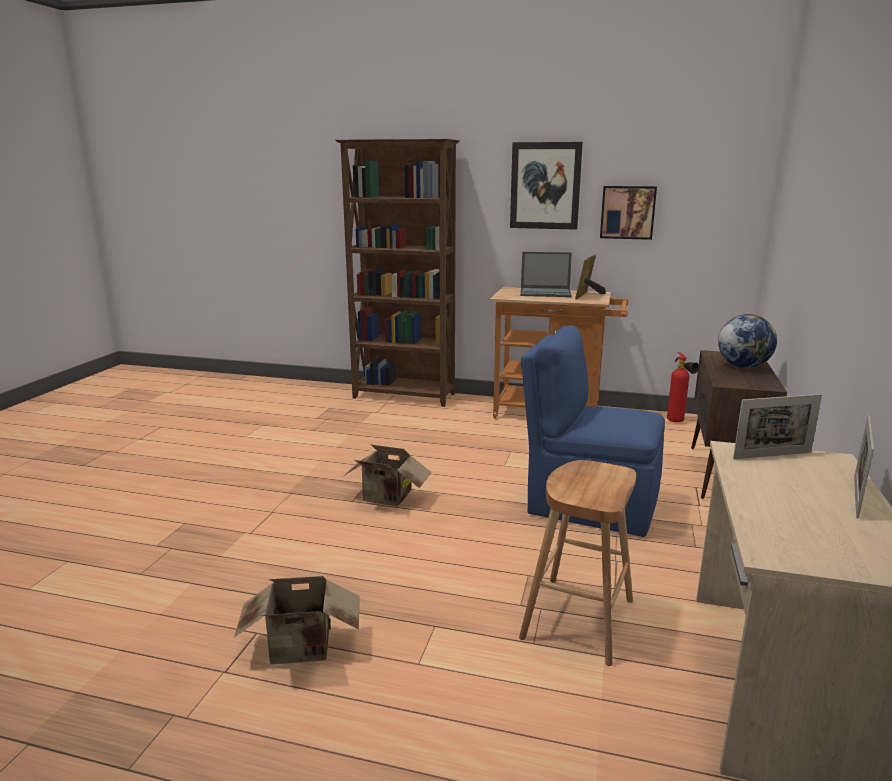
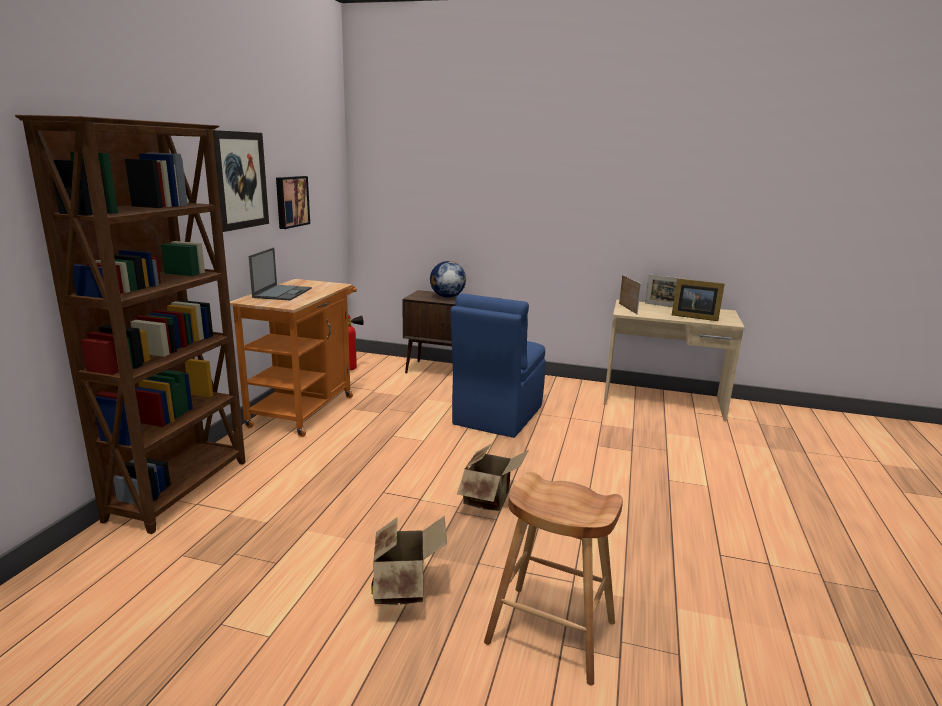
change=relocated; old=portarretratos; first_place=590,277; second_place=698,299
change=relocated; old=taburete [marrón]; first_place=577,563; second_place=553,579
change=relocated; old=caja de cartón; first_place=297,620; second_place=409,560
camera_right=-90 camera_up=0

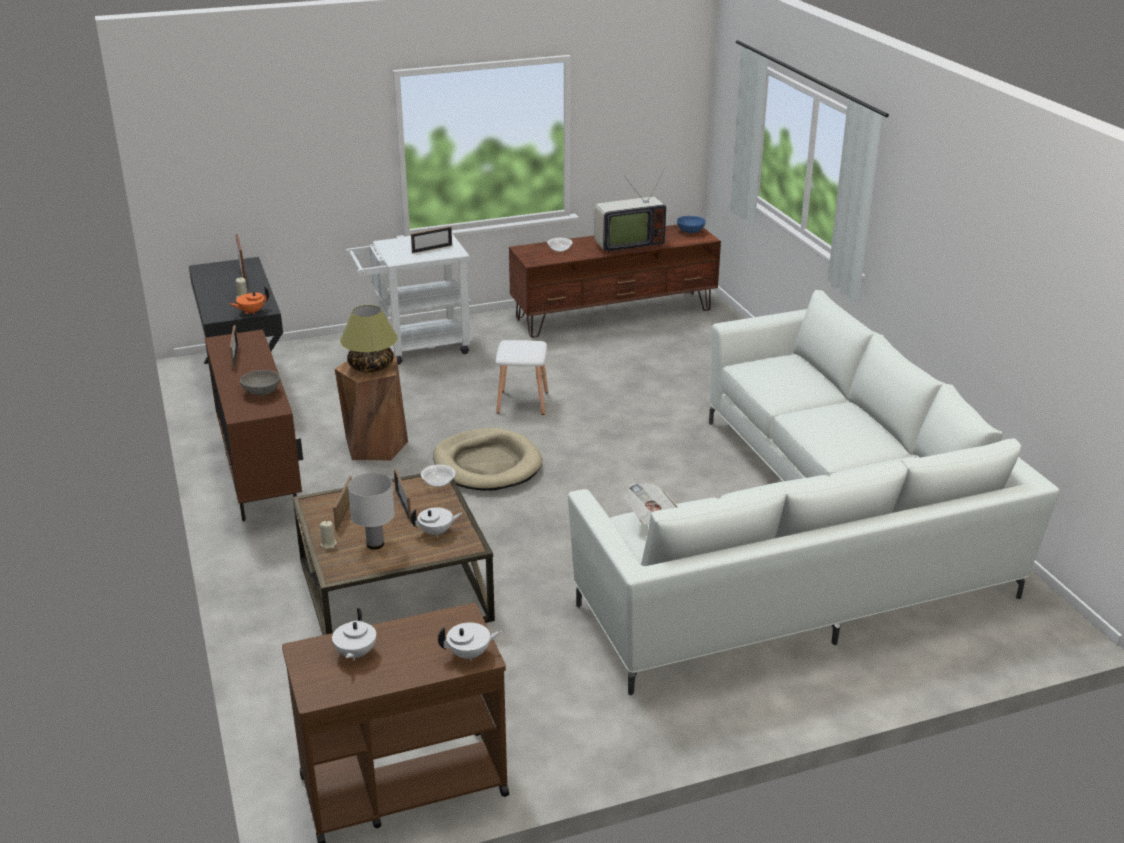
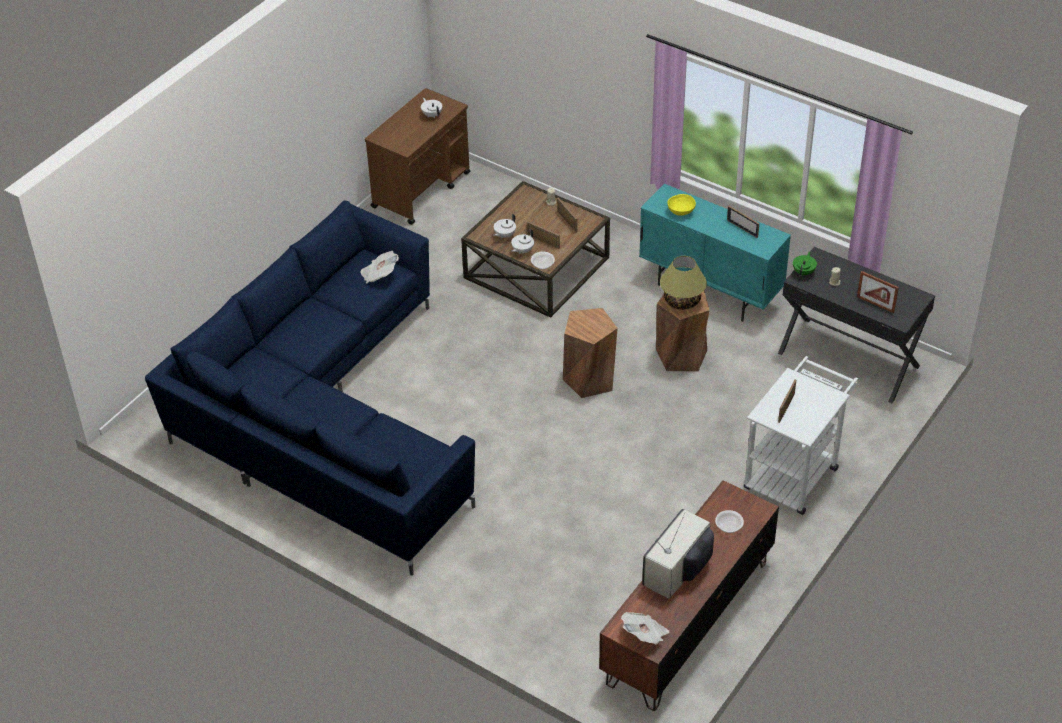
change=exchanged; old=cuenco [azul]; new=periódico; first_place=691,224; second_place=645,628
change=colour; old=tetera [naranja]; new=tetera [verde]; first_place=249,300; second_place=805,263
change=colour; old=sofá [blanco]; new=sofá [azul]; first_place=813,492; second_place=310,388
change=colour; old=armario [marrón]; new=armario [turquesa]; first_place=254,425; second_place=715,253
change=missing; old=taburete [blanco]; first_place=522,377
change=colour; old=cuenco [gris]; new=cuenco [amarillo]; first_place=260,383; second_place=681,205
change=exchanged; old=cama para perro [beis]; new=taburete [marrón]; first_place=487,459; second_place=590,353
change=missing; old=lámpara de mesa [blanco]; first_place=371,511
change=relocated; old=tetera [blanco]; first_place=470,642; second_place=522,241
camera_right=145 camera_up=15

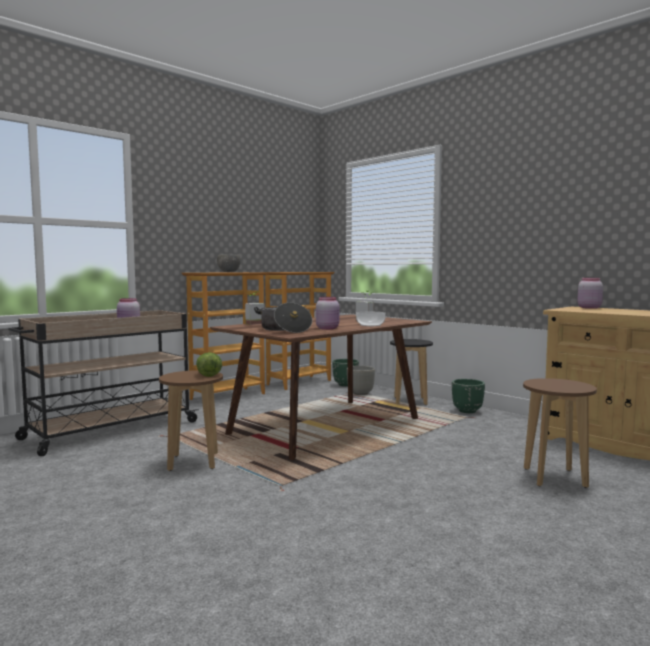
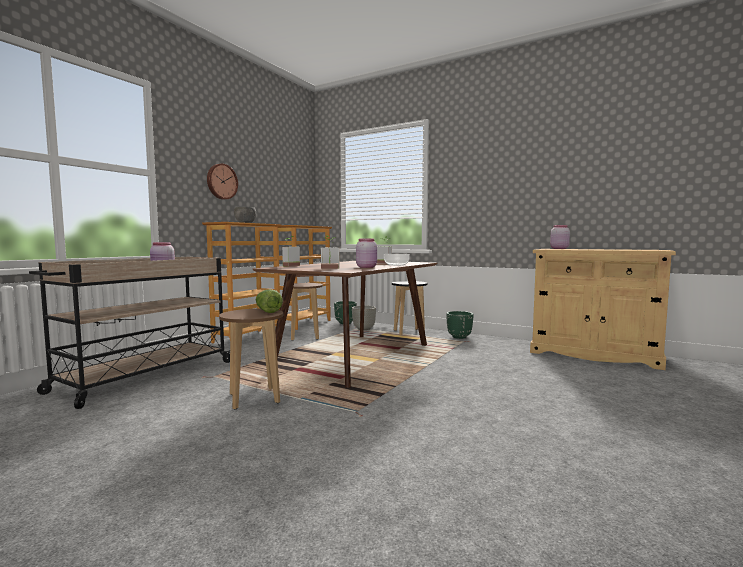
change=exchanged; old=olla; new=planta en maceta; first_place=283,318; second_place=330,252
change=relocated; old=taburete [marrón]; first_place=560,433; second_place=307,312
change=appeared; new=reloj de pared; second_place=222,182
camera_right=-15 camera_up=0

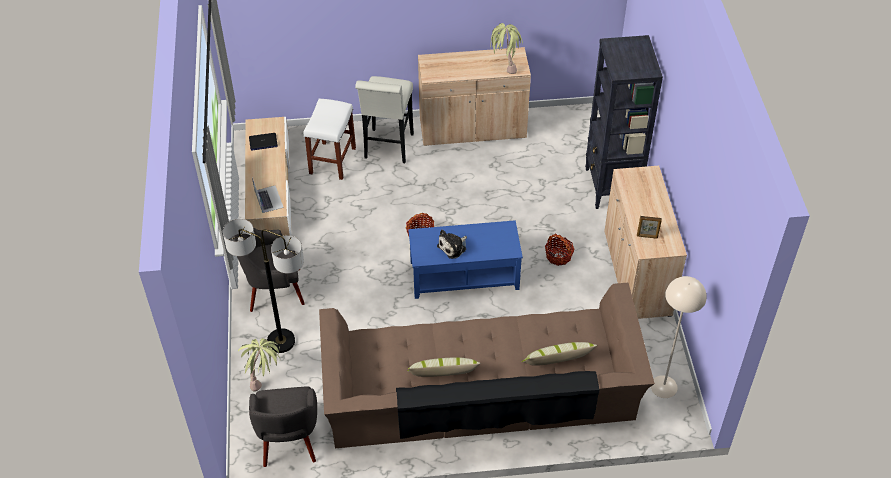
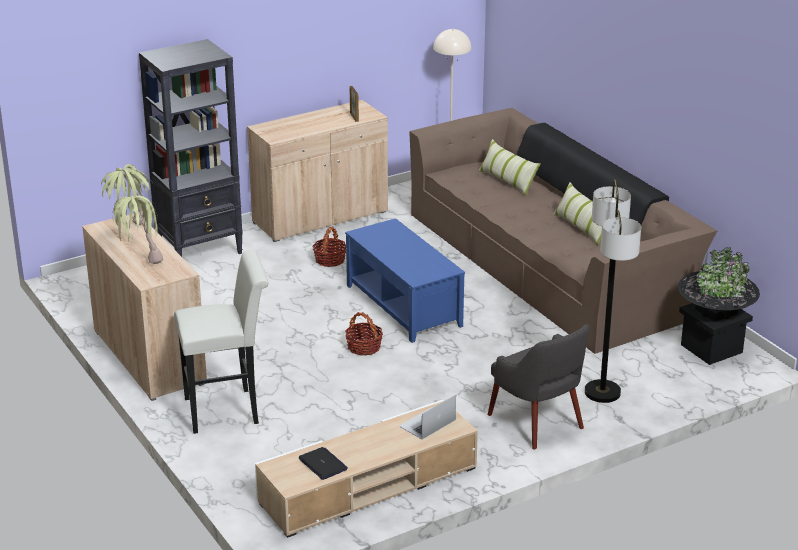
change=missing; old=taburete [blanco]; first_place=330,139
change=missing; old=peluche; first_place=452,244
change=relocated; old=planta en maceta; first_place=259,364; second_place=137,230
change=exchanged; old=sillón [gris]; new=maceta [negro]; first_place=283,426; second_place=719,306
camera_right=-115 camera_up=-20

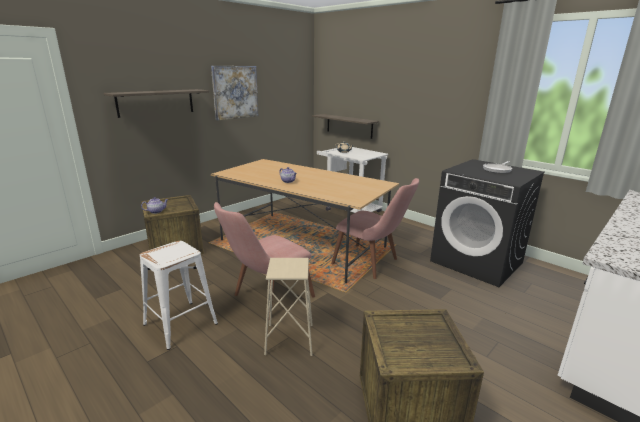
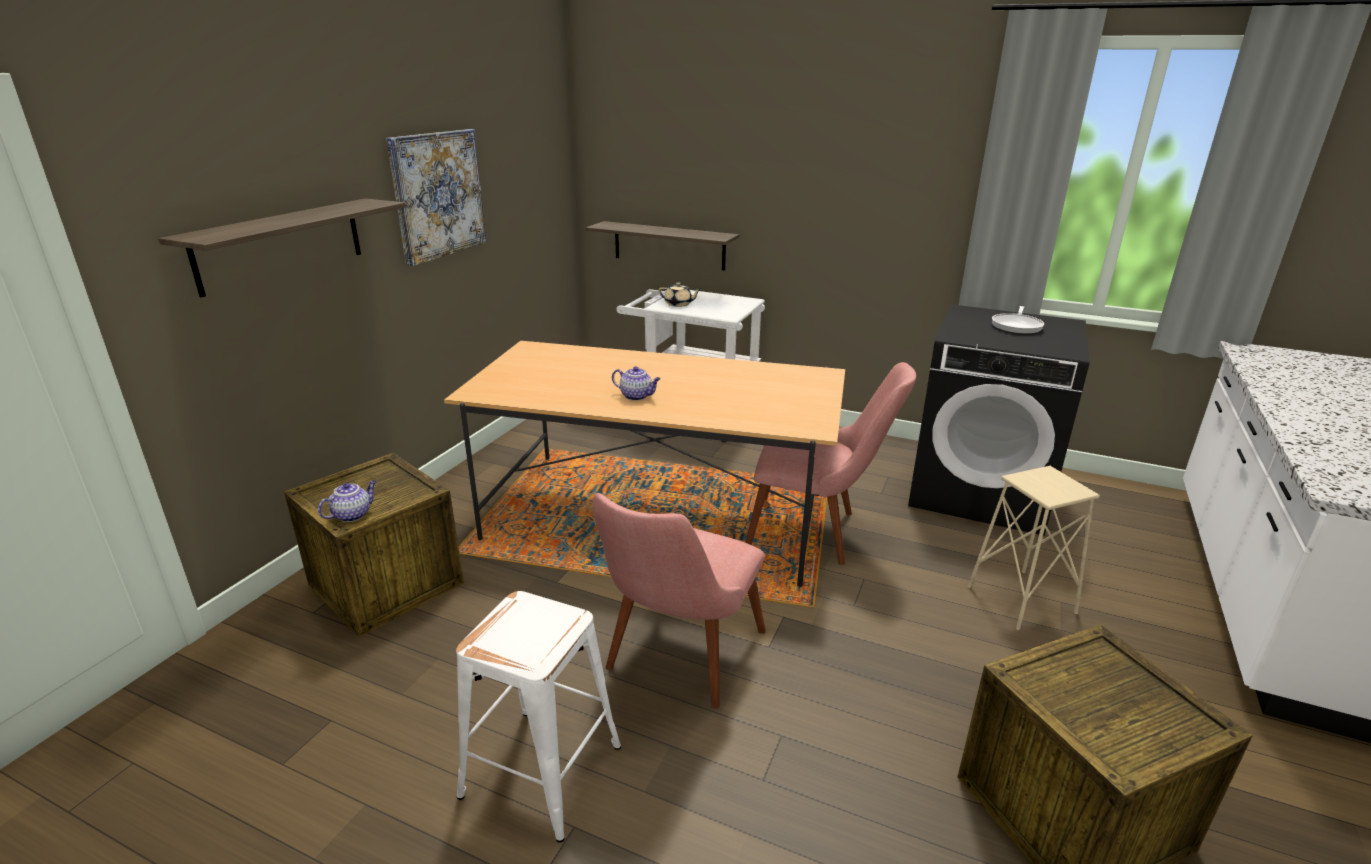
change=relocated; old=taburete [beis]; first_place=288,307; second_place=1034,548
camera_right=-20 camera_up=5

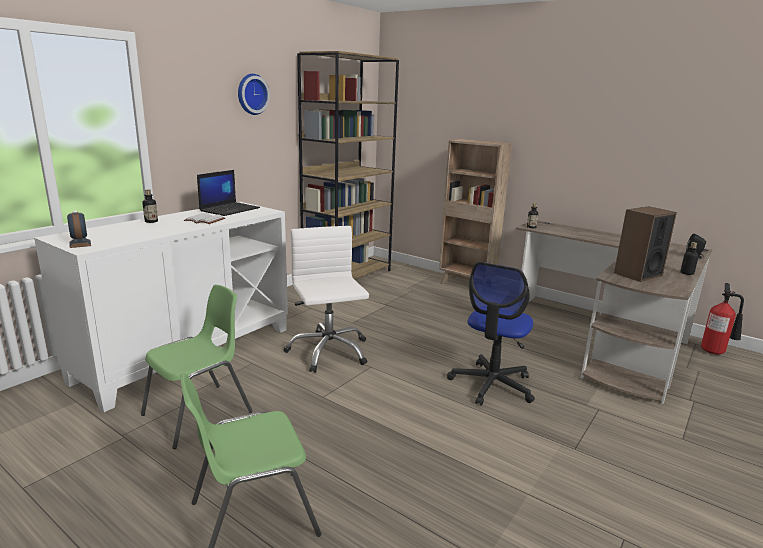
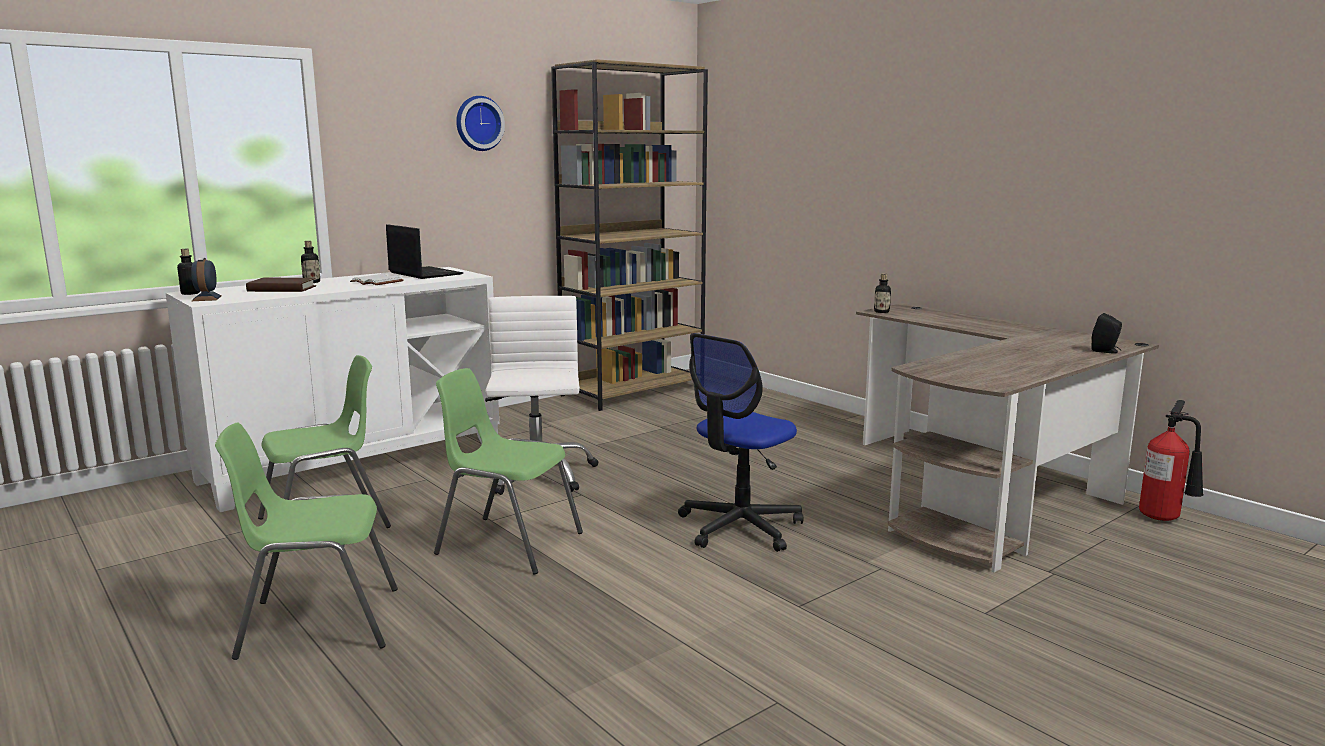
change=missing; old=estantería [marrón]; first_place=475,211
change=spun; old=portátil; first_place=228,193; second_place=424,251; degrees=-90
change=missing; old=altavoz; first_place=645,244
change=relocated; old=botella; first_place=689,258; second_place=188,272
change=appeared; new=libro [marrón]; second_place=281,285
change=appeared; new=silla [verde]; second_place=508,471
camera_right=15 camera_up=-5

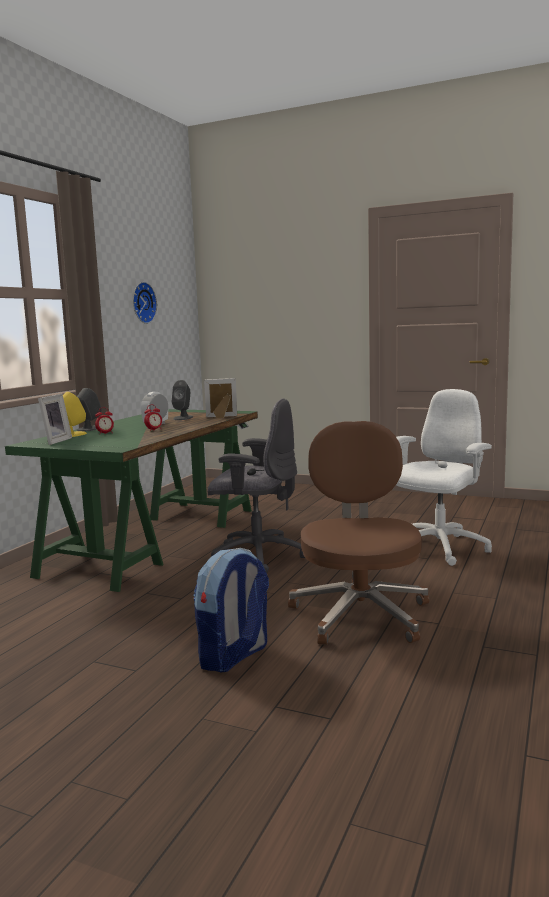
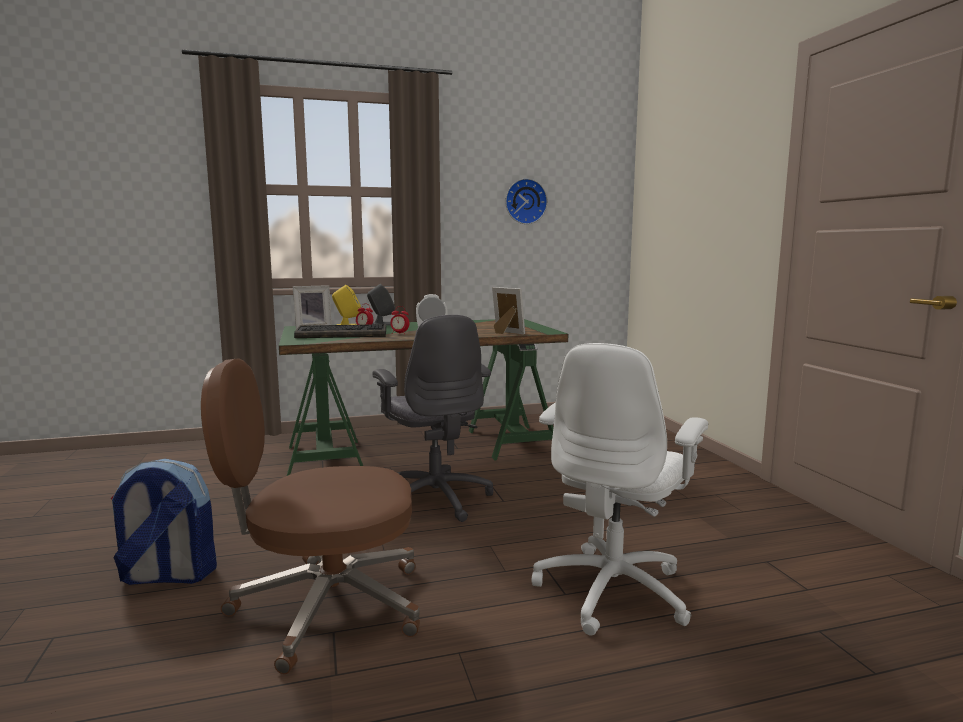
change=missing; old=altavoz [gris]; first_place=182,400
change=spun; old=silla de oficina [blanco]; first_place=444,477; second_place=619,489; degrees=120
change=spun; old=silla de oficina [marrón]; first_place=358,533; second_place=310,516; degrees=-150
change=appeared; new=teclado; second_place=340,331
camera_right=50 camera_up=0

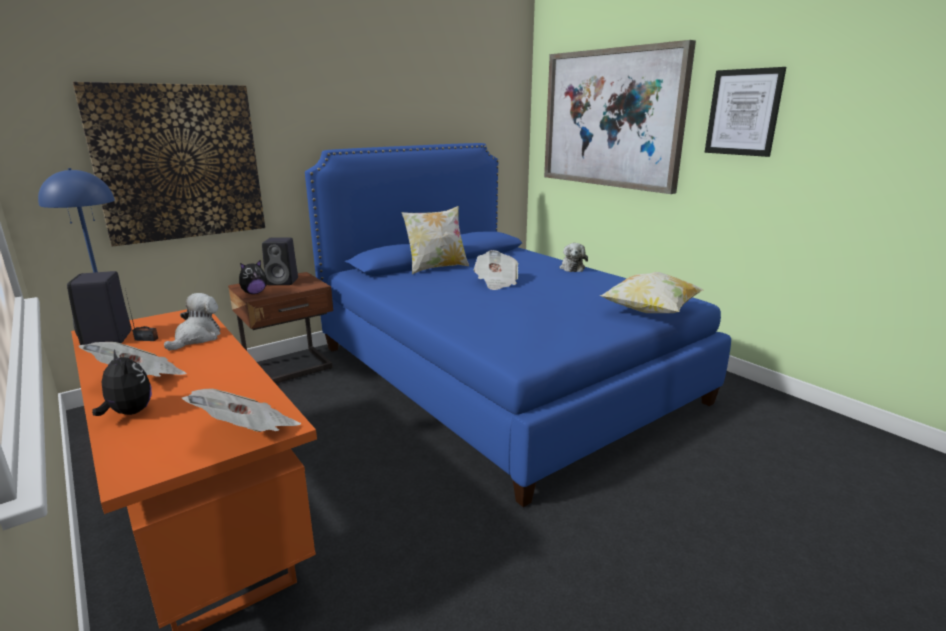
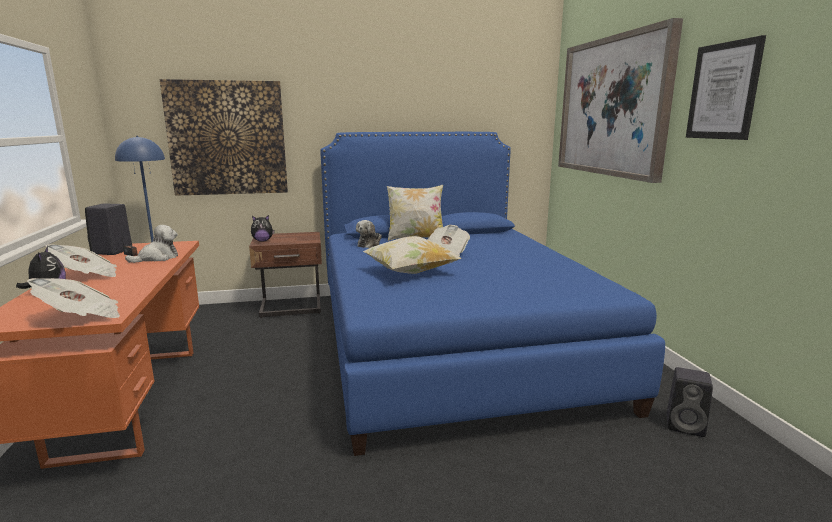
change=relocated; old=altavoz [negro]; first_place=280,261; second_place=690,402
change=relocated; old=peluche; first_place=573,257; second_place=369,234
change=relocated; old=cojín; first_place=652,292; second_place=412,255
camera_right=25 camera_up=-5

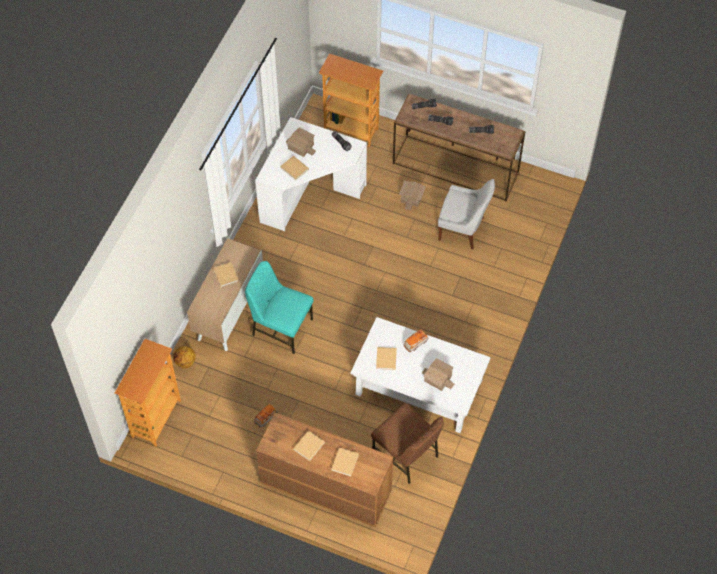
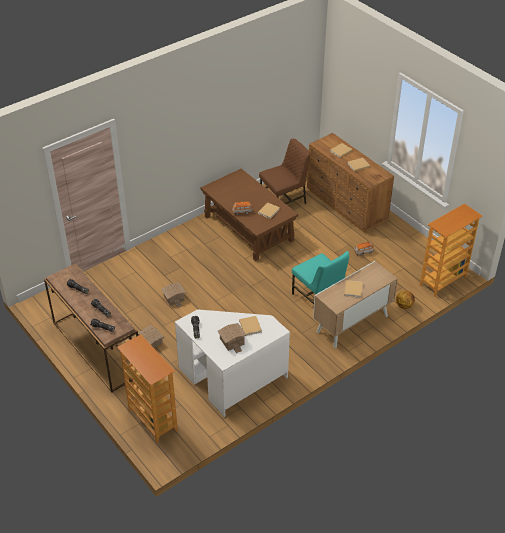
change=missing; old=silla [blanco]; first_place=466,214
change=colour; old=mesa de centro [blanco]; new=mesa de centro [marrón]; first_place=421,375; second_place=249,215
change=relocated; old=casita; first_place=438,374; second_place=173,295
change=spun; old=silla [marrón]; first_place=407,443; second_place=284,171; degrees=75
camera_right=-150 camera_up=-15

